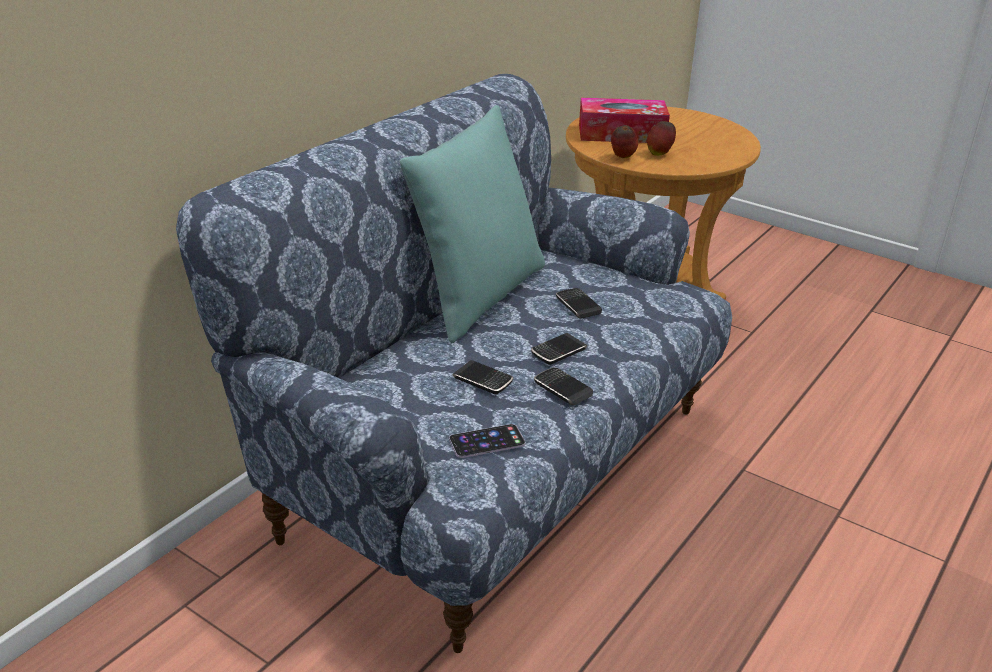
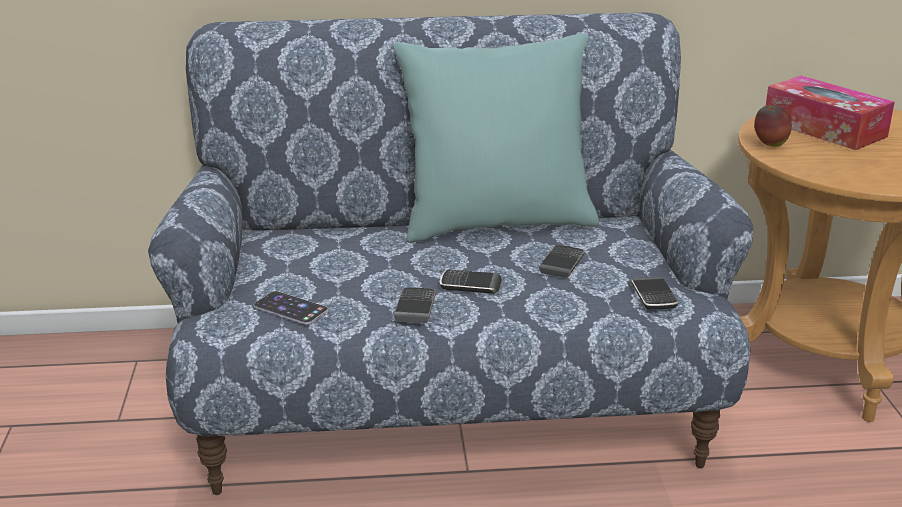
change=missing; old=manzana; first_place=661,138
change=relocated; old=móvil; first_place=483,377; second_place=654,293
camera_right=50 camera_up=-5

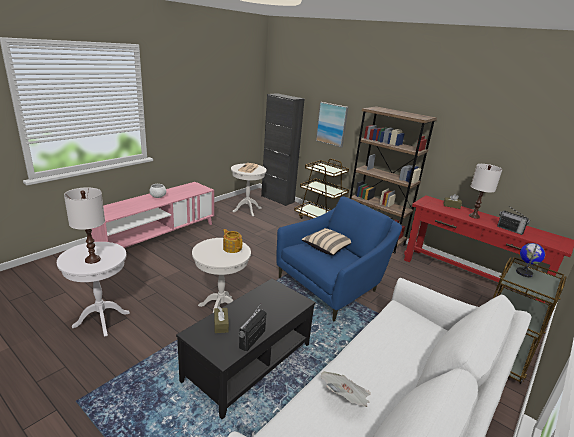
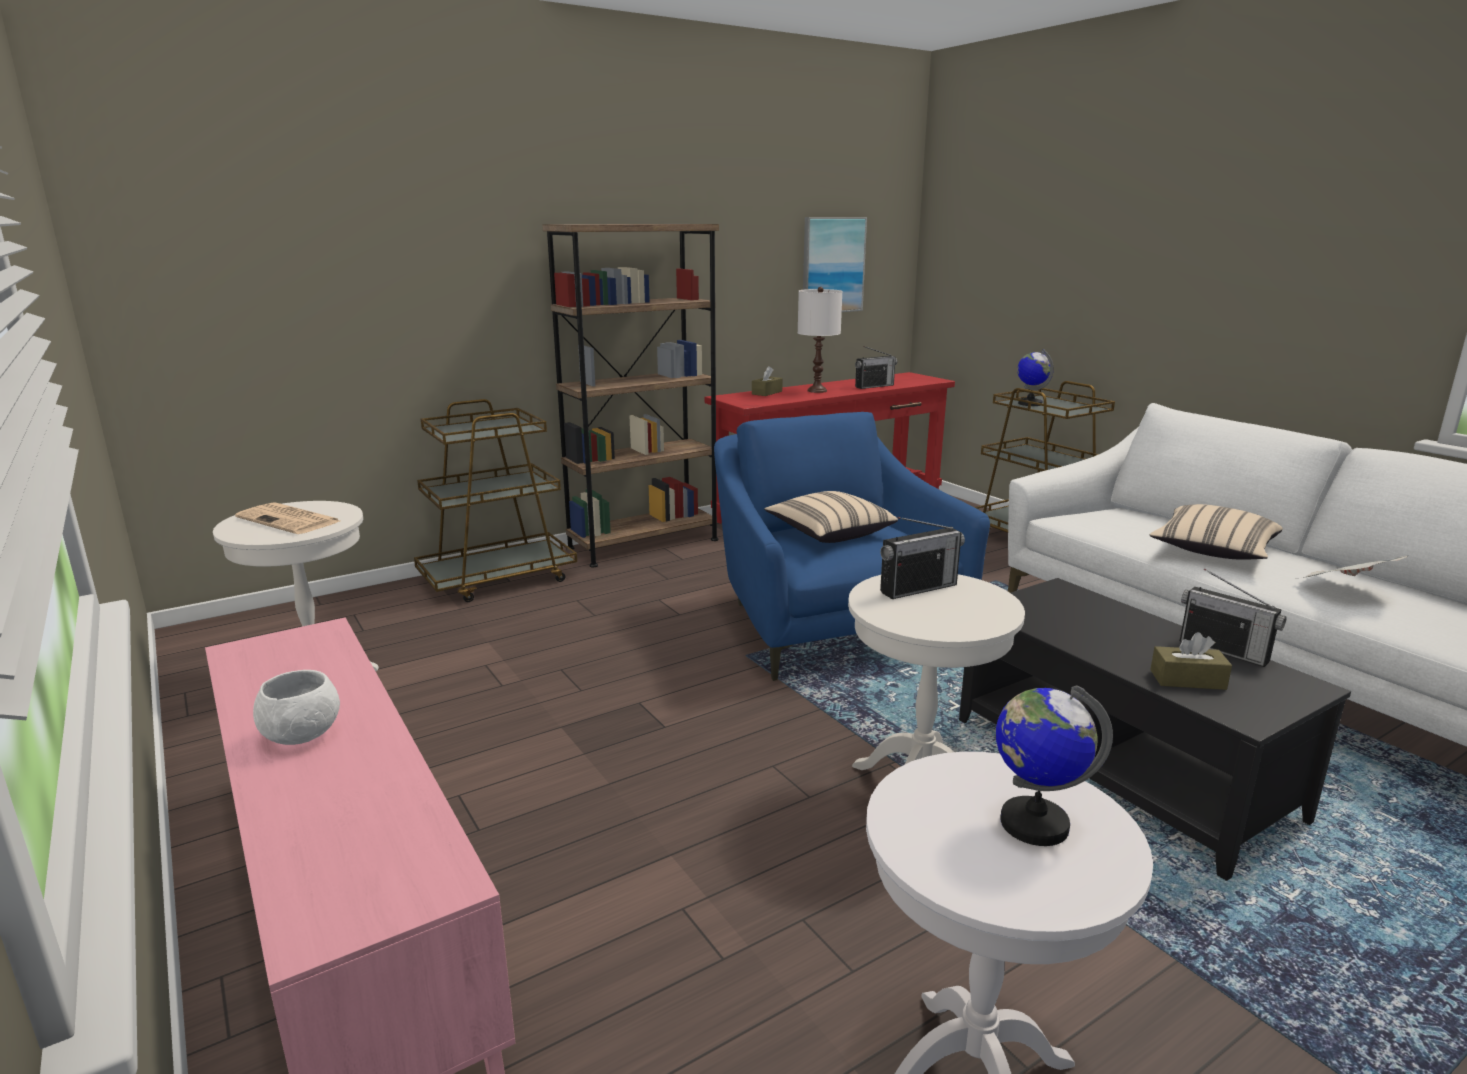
change=missing; old=armario [negro]; first_place=282,149
change=relocated; old=cuadro; first_place=332,124; second_place=835,264
change=exchanged; old=lámpara de mesa [blanco]; new=globo terráqueo; first_place=84,225; second_place=1054,765
change=exchanged; old=tetera; new=radio; first_place=232,241; second_place=922,558
change=appeared; new=cojín [beis]; second_place=1216,532
camera_right=-70 camera_up=-5

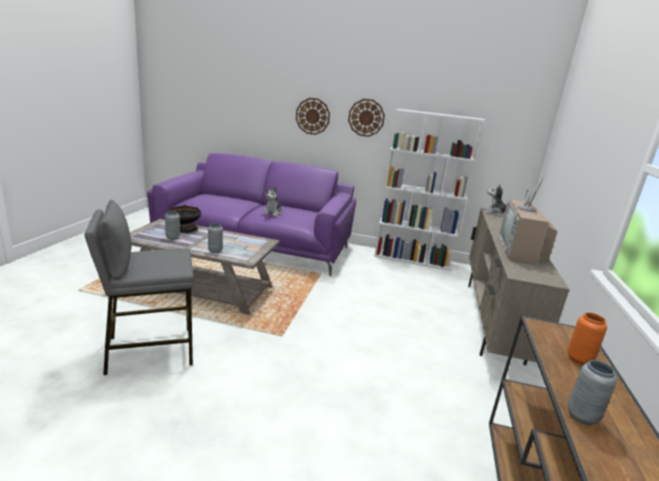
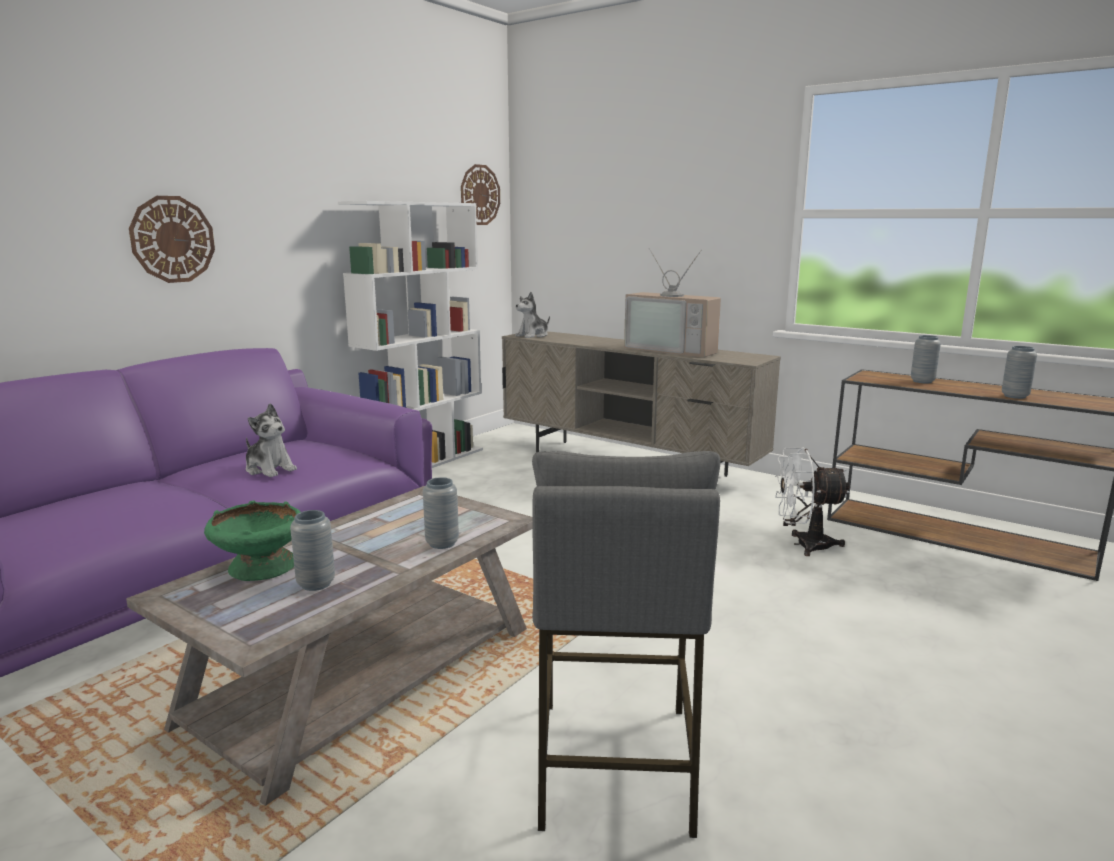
change=relocated; old=reloj de pared; first_place=366,118; second_place=480,194
change=colour; old=cuenco [negro]; new=cuenco [verde]; first_place=184,219; second_place=252,540
change=colour; old=florero [naranja]; new=florero [gris]; first_place=587,338; second_place=926,359
change=appeared; new=ventilador [blanco]; second_place=812,501
camera_right=-65 camera_up=-5

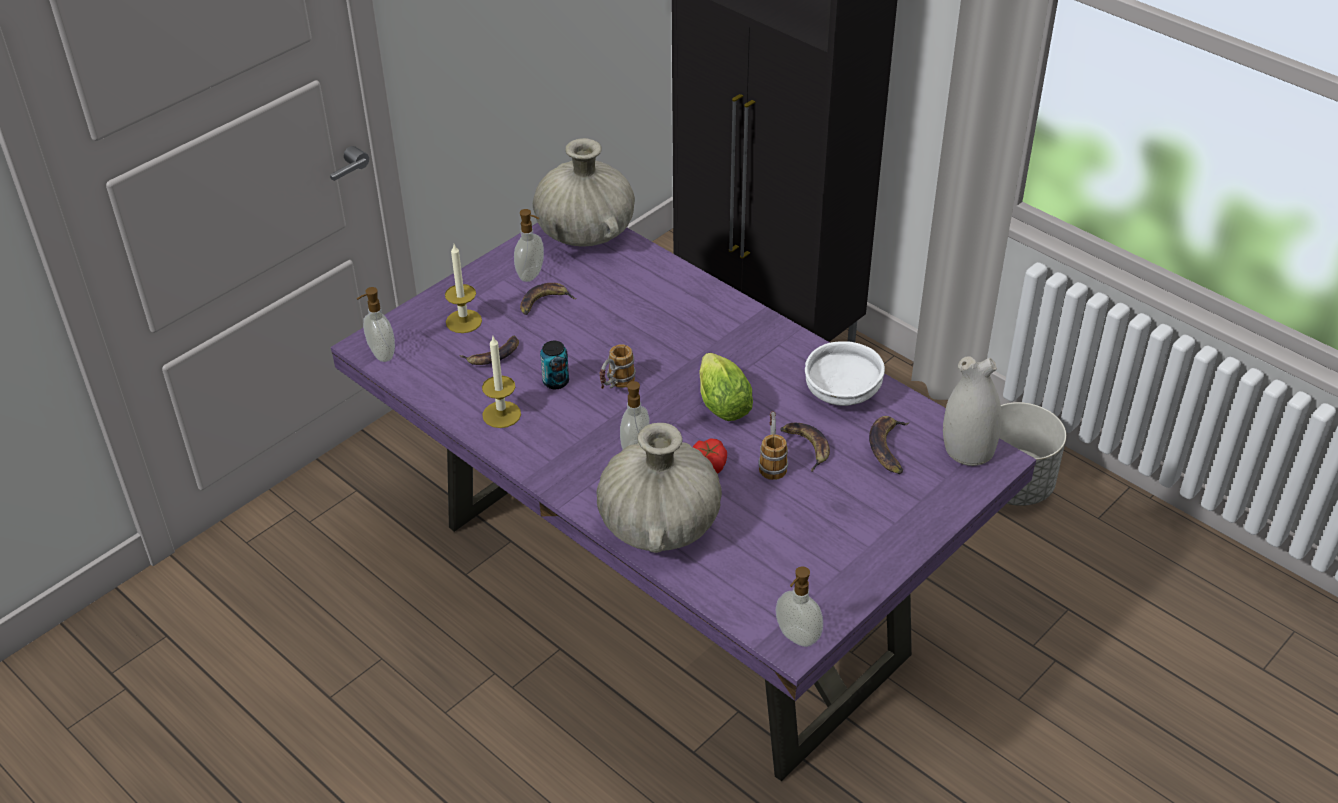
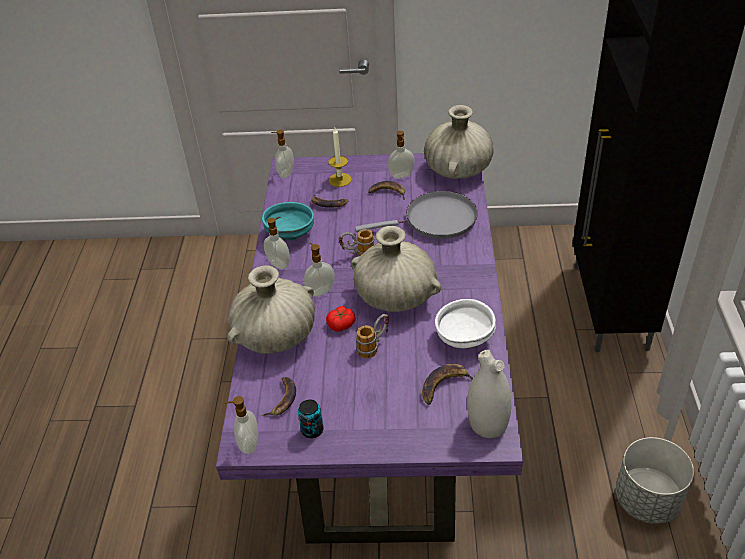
change=exchanged; old=vela; new=cuenco [turquesa]; first_place=501,382; second_place=288,221
change=relocated; old=lata; first_place=554,365; second_place=310,418
change=exchanged; old=lechuga; new=florero [beis]; first_place=726,387; second_place=396,269
change=relocated; old=plátano; first_place=805,447; second_place=278,396
change=appeared; new=sartén [gris]; second_place=416,215
change=appeared; new=dispensador de jabón; second_place=277,243
camera_right=50 camera_up=0

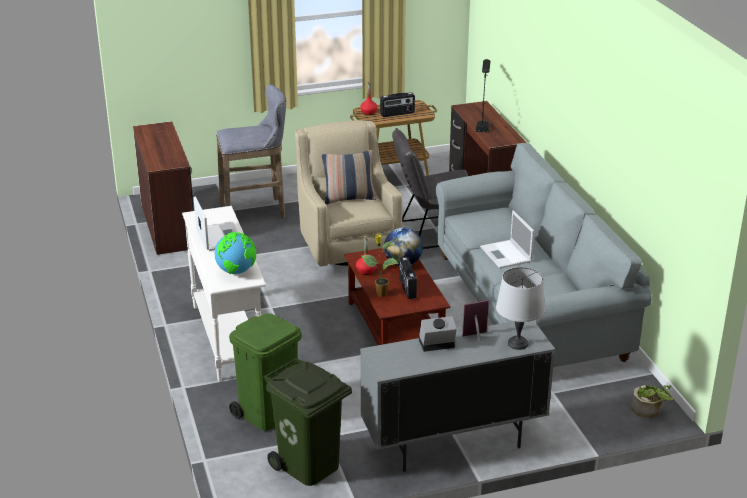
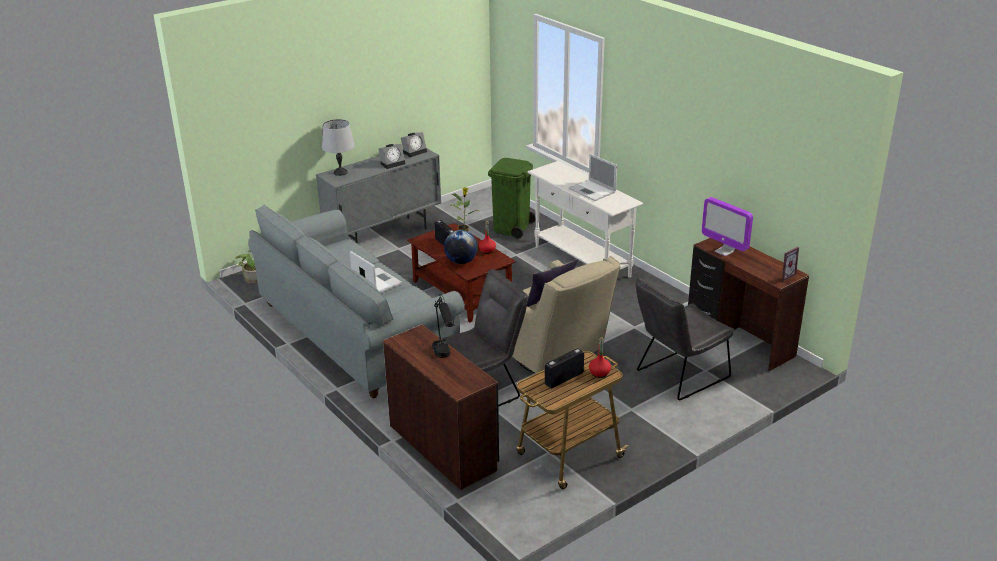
change=exchanged; old=taburete [gris]; new=silla [gris]; first_place=251,151; second_place=685,338
change=missing; old=globo terráqueo; first_place=235,253
change=relocated; old=portarretratos; first_place=475,320; second_place=789,264
change=missing; old=papelera [verde]; first_place=307,422
change=appeared; new=despertador; second_place=414,144
change=appeared; new=monitor; second_place=727,226
camera_right=160 camera_up=0

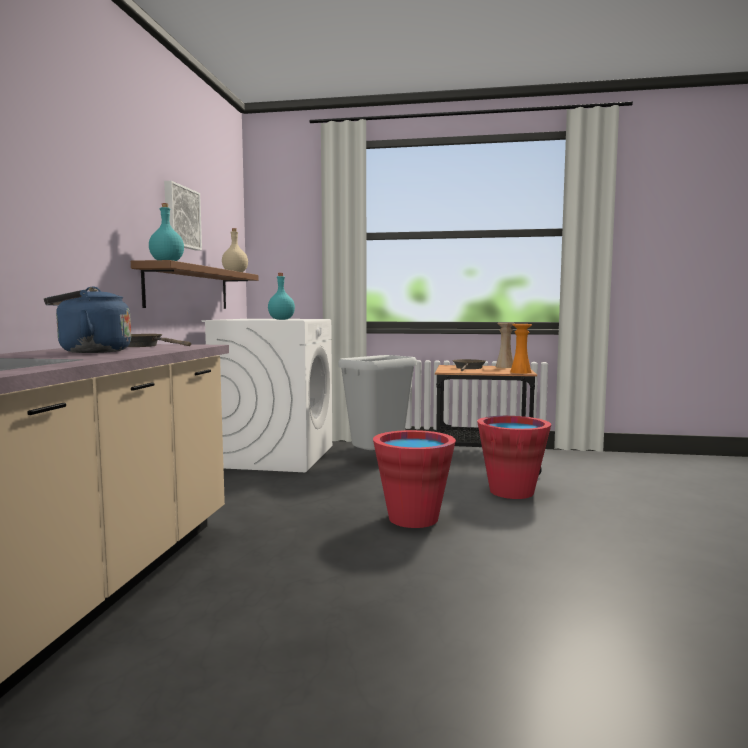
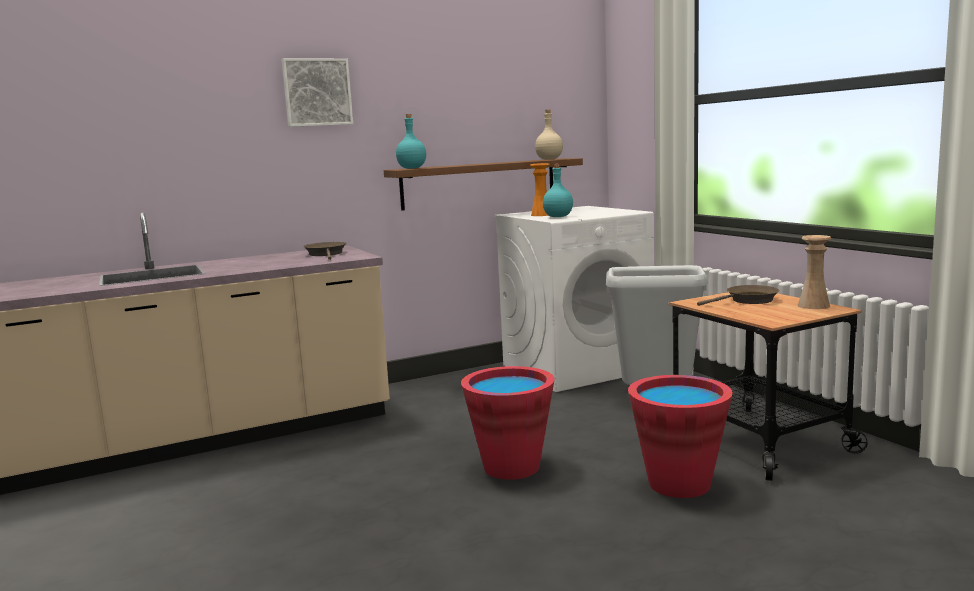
change=relocated; old=cuadro; first_place=183,215; second_place=317,92
change=missing; old=hervidor [azul]; first_place=87,319
change=relocated; old=florero [naranja]; first_place=521,348; second_place=540,189
camera_right=55 camera_up=5

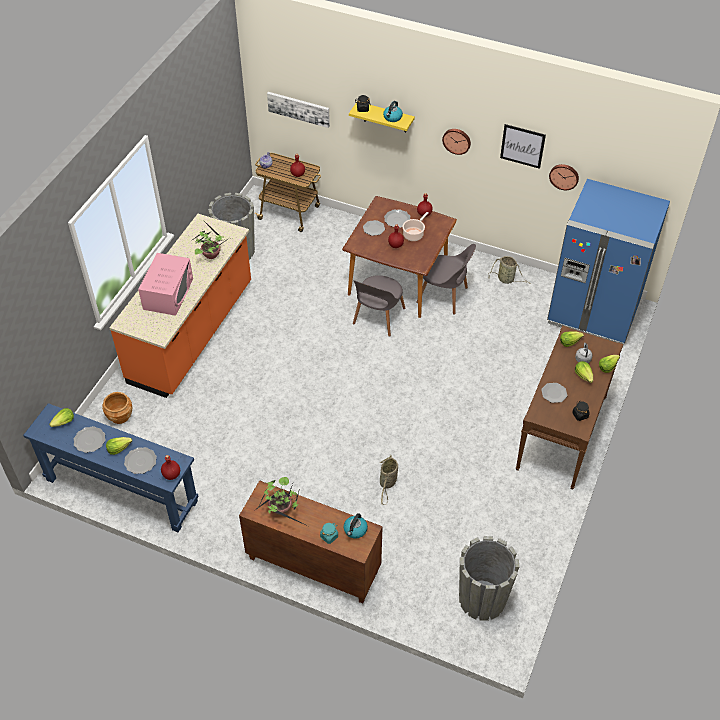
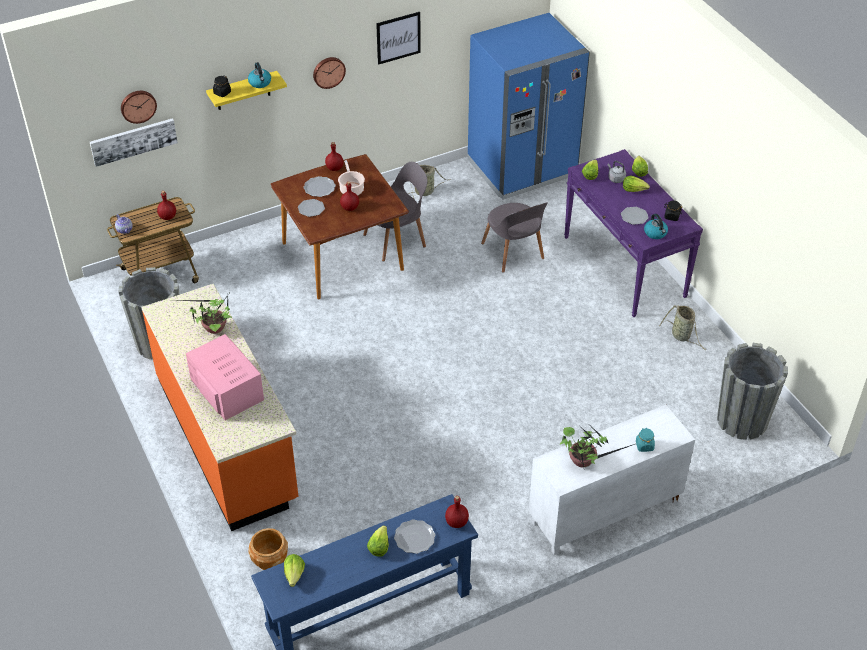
change=relocated; old=reloj de pared; first_place=564,177; second_place=139,107
change=relocated; old=silla [gris]; first_place=379,306; second_place=514,237
change=colour; old=mesa consola [marrón]; new=mesa consola [morado]; first_place=569,408; second_place=633,233
change=missing; old=plato; first_place=89,439
change=relocated; old=cesta; first_place=389,480; second_place=682,327
change=colour; old=armario [marrón]; new=armario [blanco]; first_place=311,541; second_place=612,480
change=relocated; old=hervidor; first_place=356,525; second_place=656,226
camera_right=-50 camera_up=-5

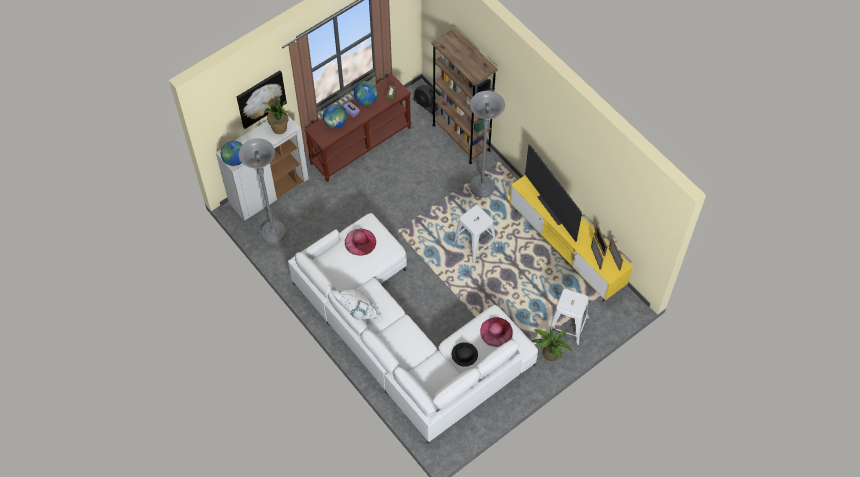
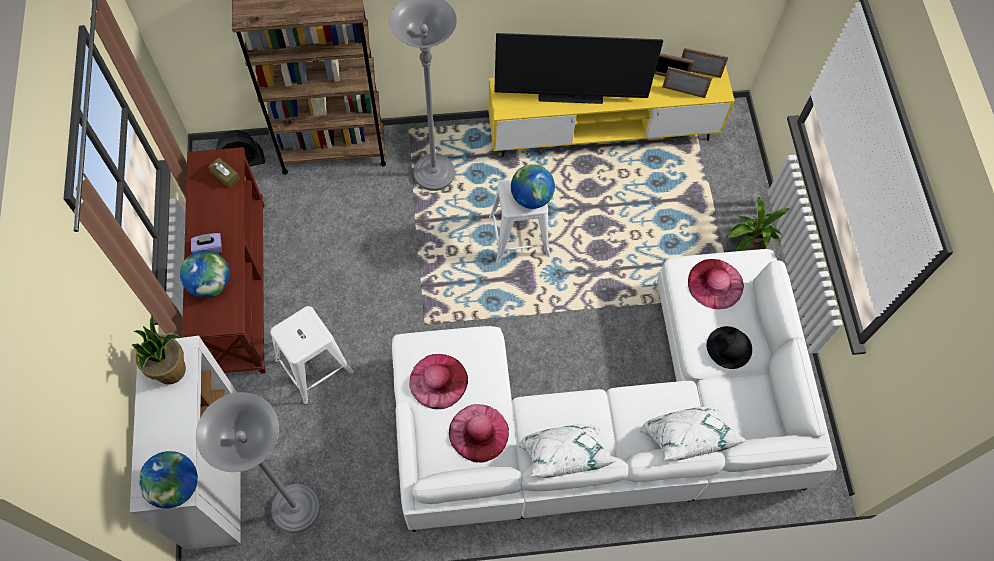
change=missing; old=cuadro; first_place=262,99
change=relocated; old=globo terráqueo; first_place=366,93; second_place=533,186
change=relocated; old=taburete [blanco]; first_place=568,317; second_place=312,355
change=appeared; new=sombrero [rosa]; second_place=479,433
change=appeared; new=cojín [blanco]; second_place=693,433
camera_right=-60 camera_up=5

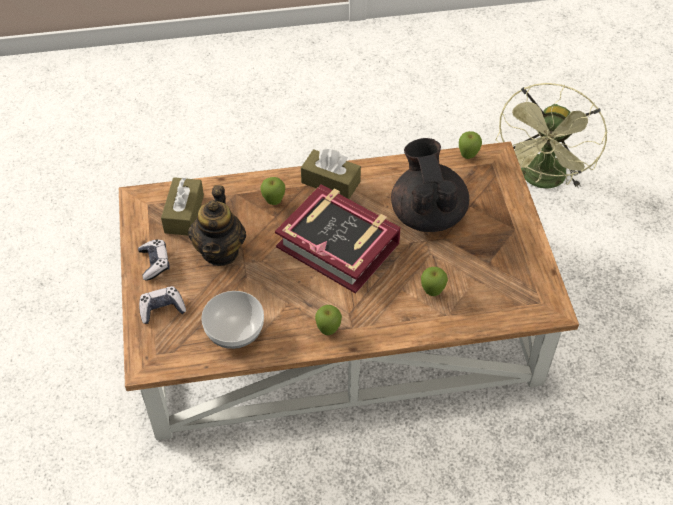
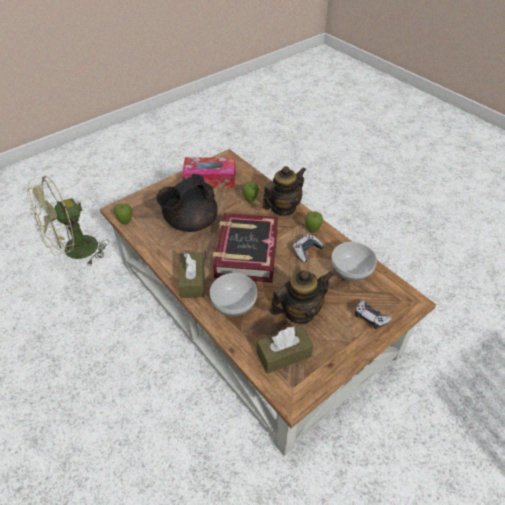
change=spun; old=ventilador [verde]; first_place=551,136; second_place=68,220; degrees=150
change=exchanged; old=manzana; new=cuenco; first_place=273,191; second_place=233,294
change=relocated; old=mando de consola; first_place=154,259; second_place=308,248
change=appeared; new=caja de pañuelos; second_place=208,172
change=appeared; new=tetera; second_place=284,191
camera_right=-120 camera_up=-5

